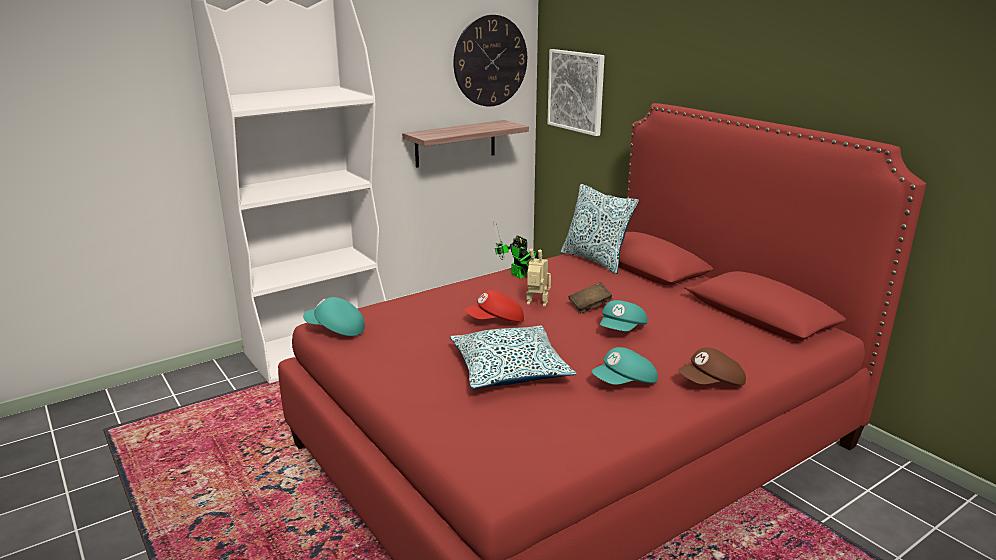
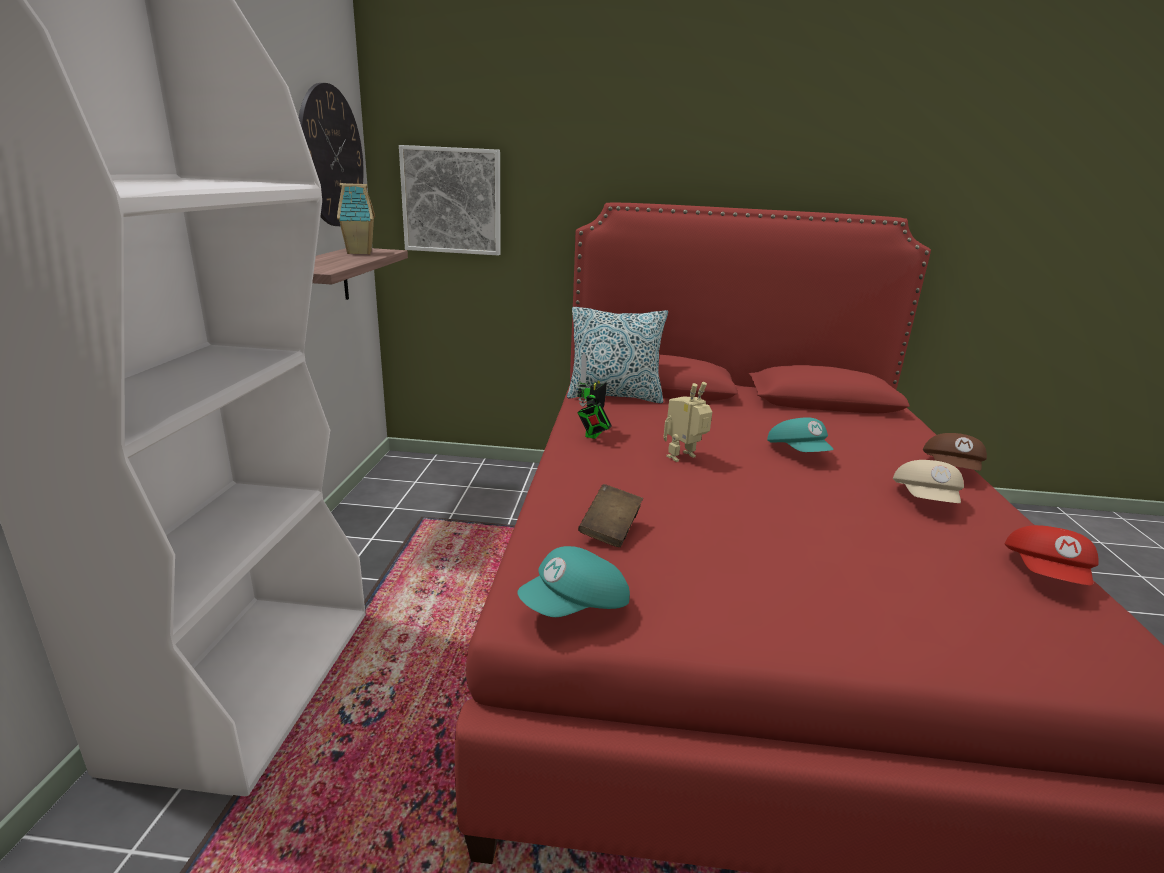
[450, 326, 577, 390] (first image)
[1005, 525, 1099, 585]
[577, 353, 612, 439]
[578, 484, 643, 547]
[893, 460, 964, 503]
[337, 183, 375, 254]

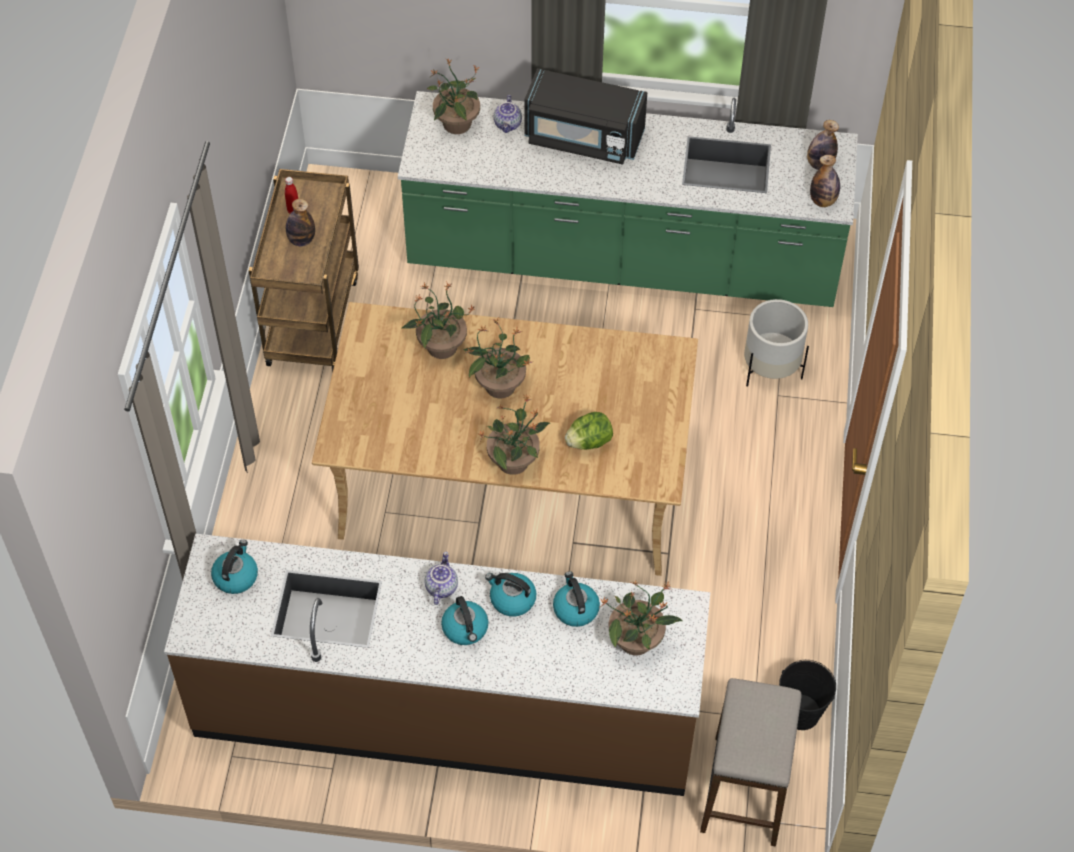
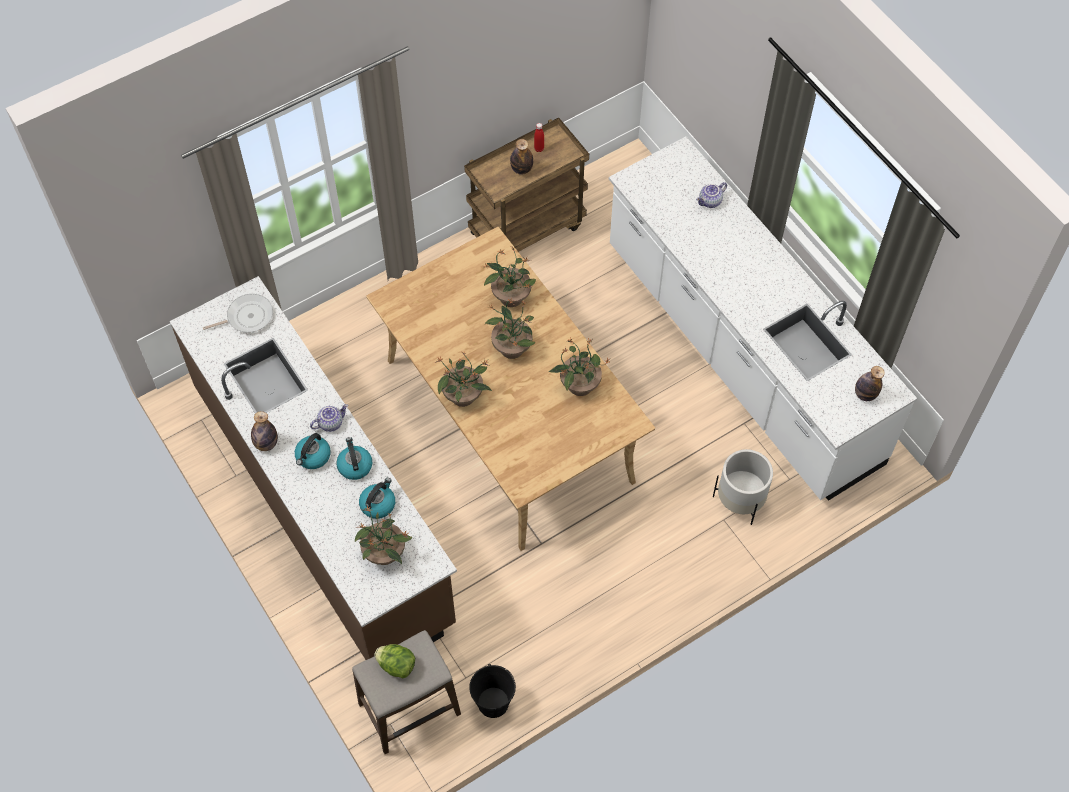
[203, 294, 273, 333]
[609, 137, 917, 501]
[549, 338, 609, 396]
[524, 68, 647, 165] (first image)
[374, 644, 415, 678]
[251, 411, 278, 451]

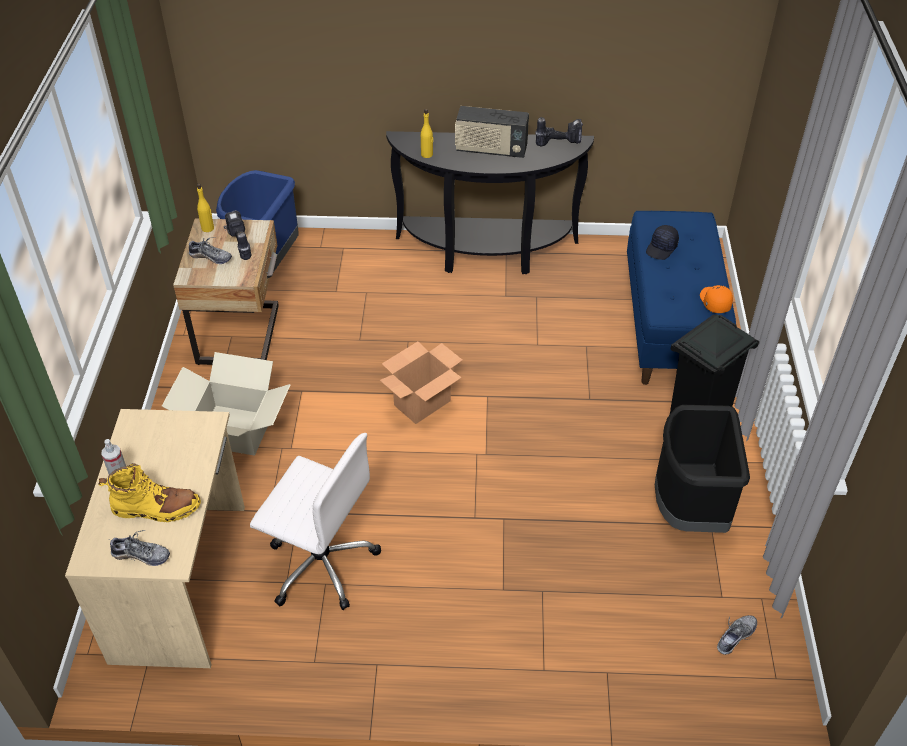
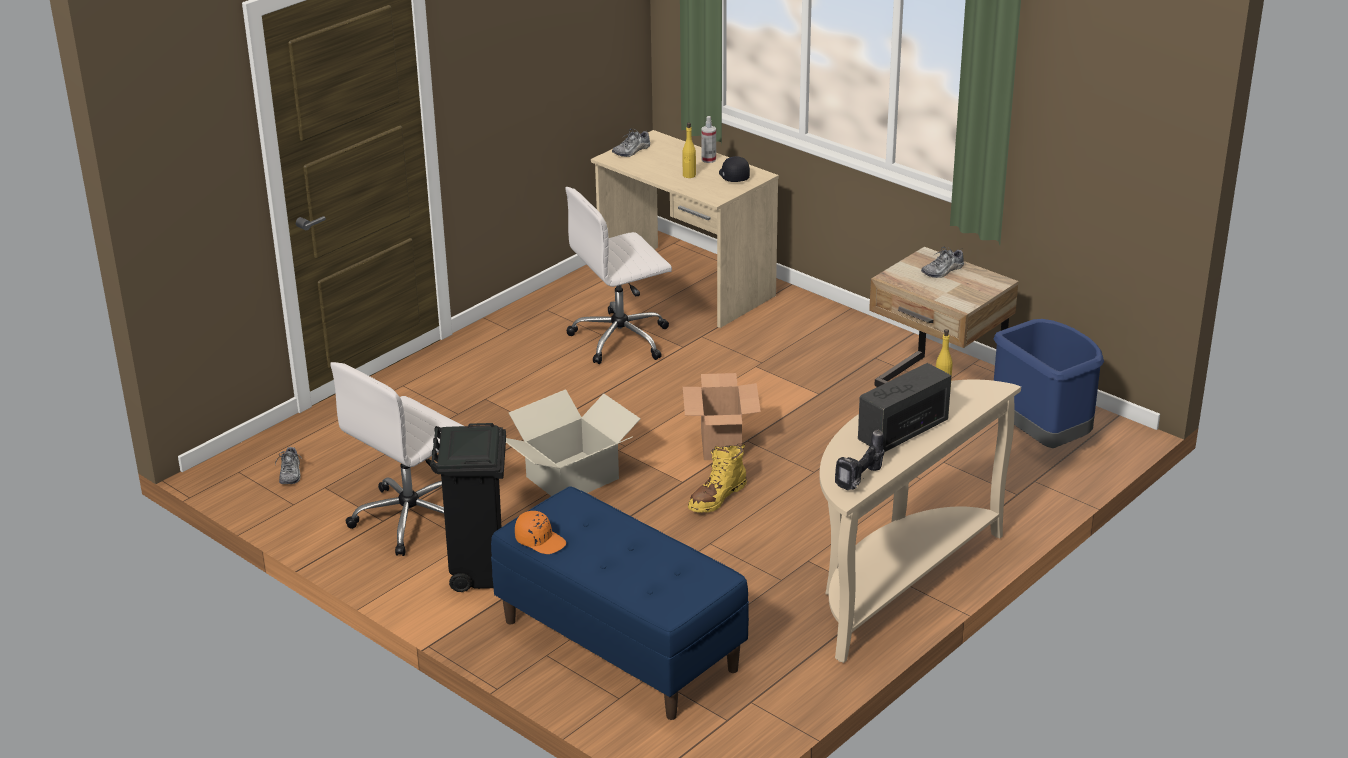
[688, 443, 747, 513]
[506, 389, 640, 496]
[682, 123, 696, 178]
[223, 210, 252, 260] (first image)
[819, 380, 1021, 663]
[719, 156, 750, 182]
[330, 362, 463, 556]

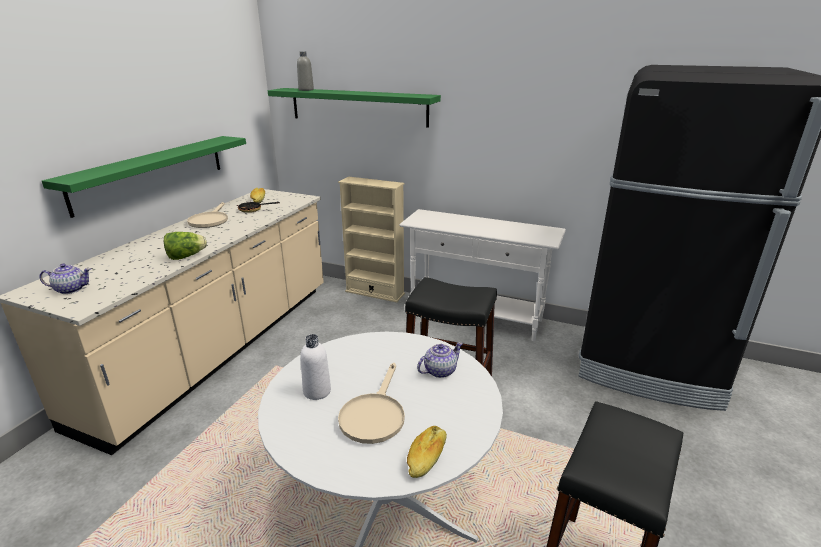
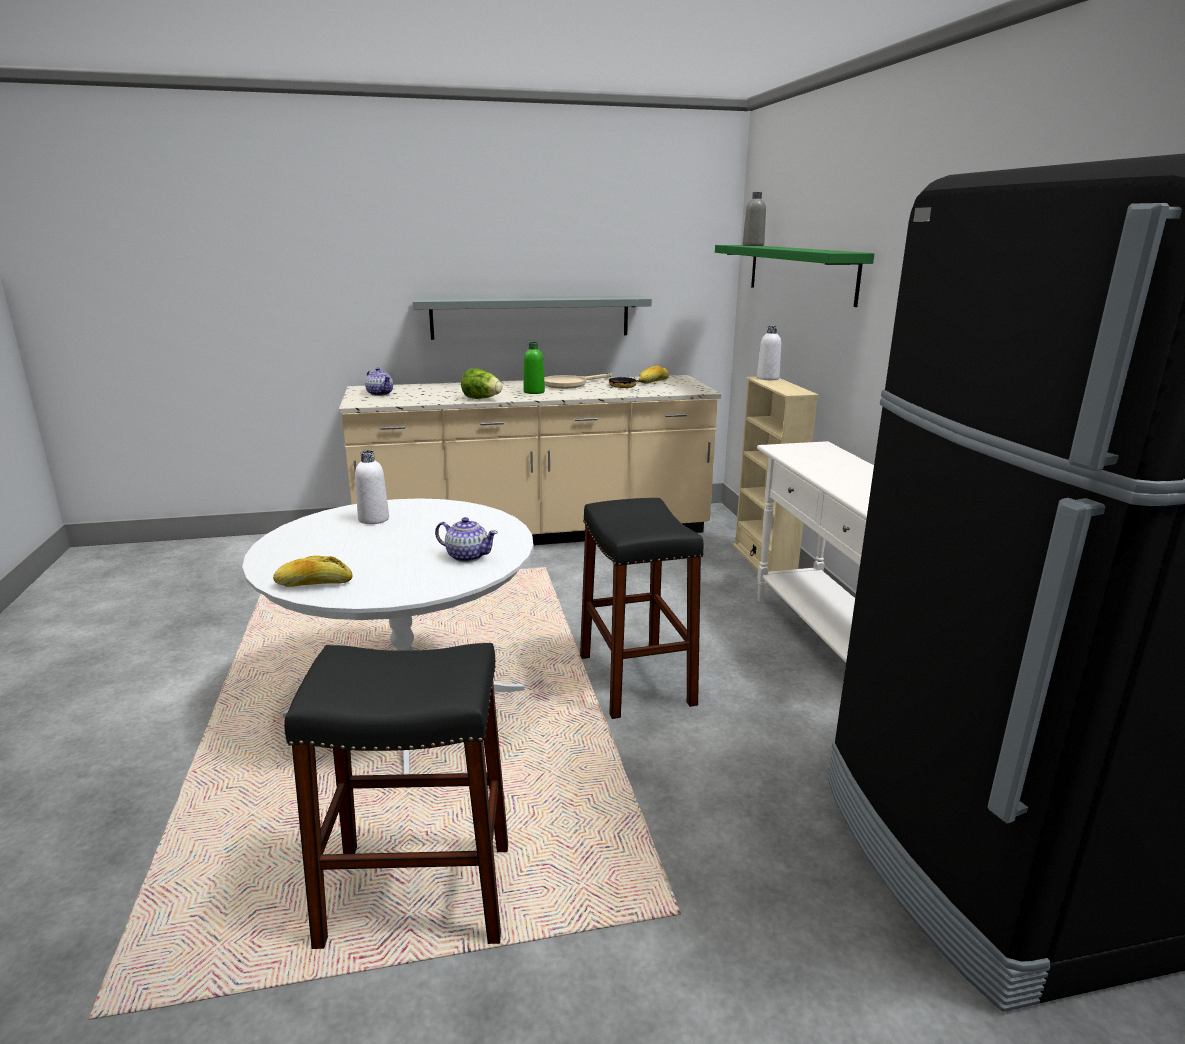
[413, 296, 652, 340]
[338, 363, 405, 444] (first image)
[524, 342, 545, 394]
[757, 326, 781, 380]

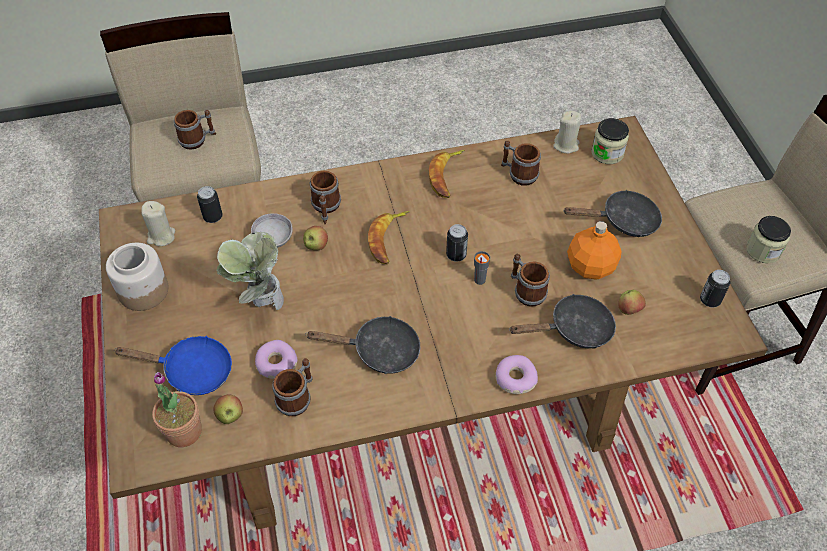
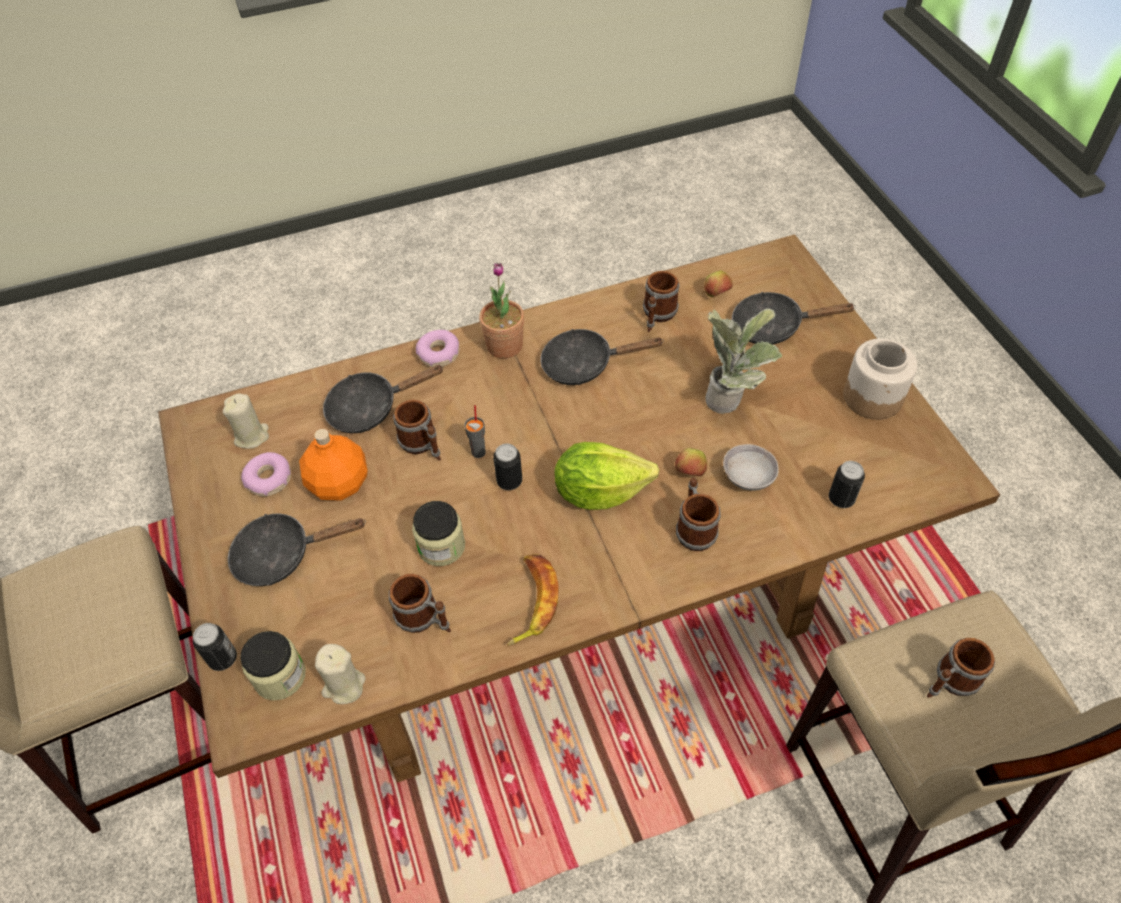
[732, 292, 856, 345]
[223, 393, 269, 449]
[479, 262, 524, 359]
[241, 452, 291, 496]
[554, 442, 659, 510]
[618, 290, 646, 315] (first image)
[193, 623, 237, 671]
[412, 501, 465, 566]

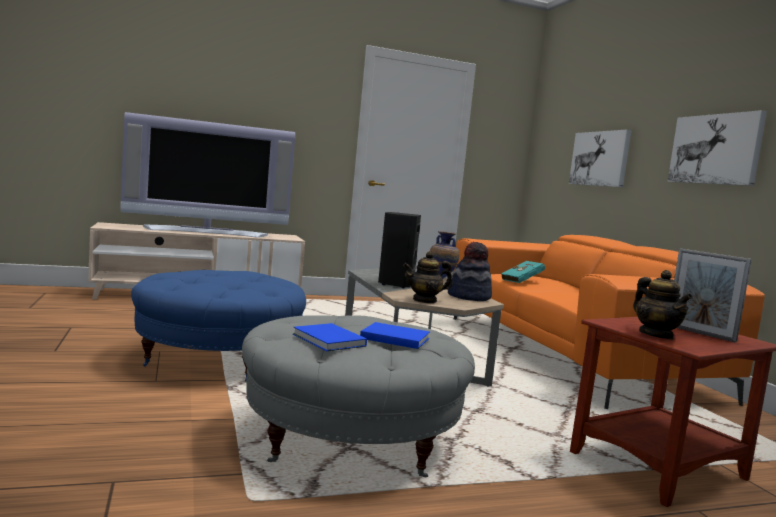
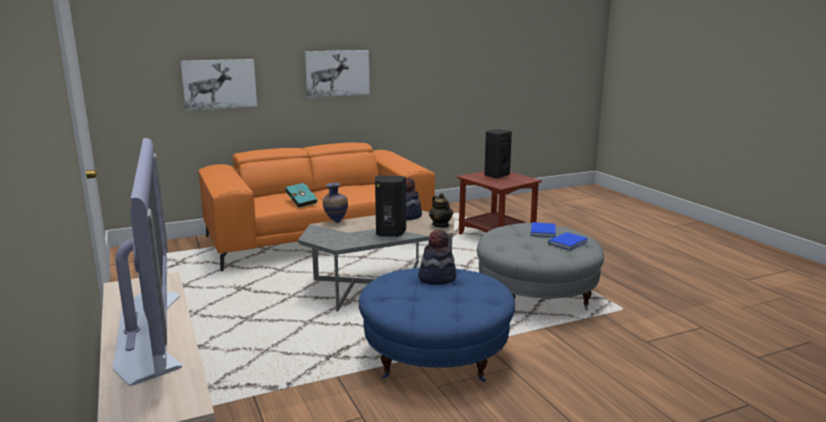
[633, 270, 693, 339] (first image)
[484, 129, 512, 178]
[418, 230, 457, 285]

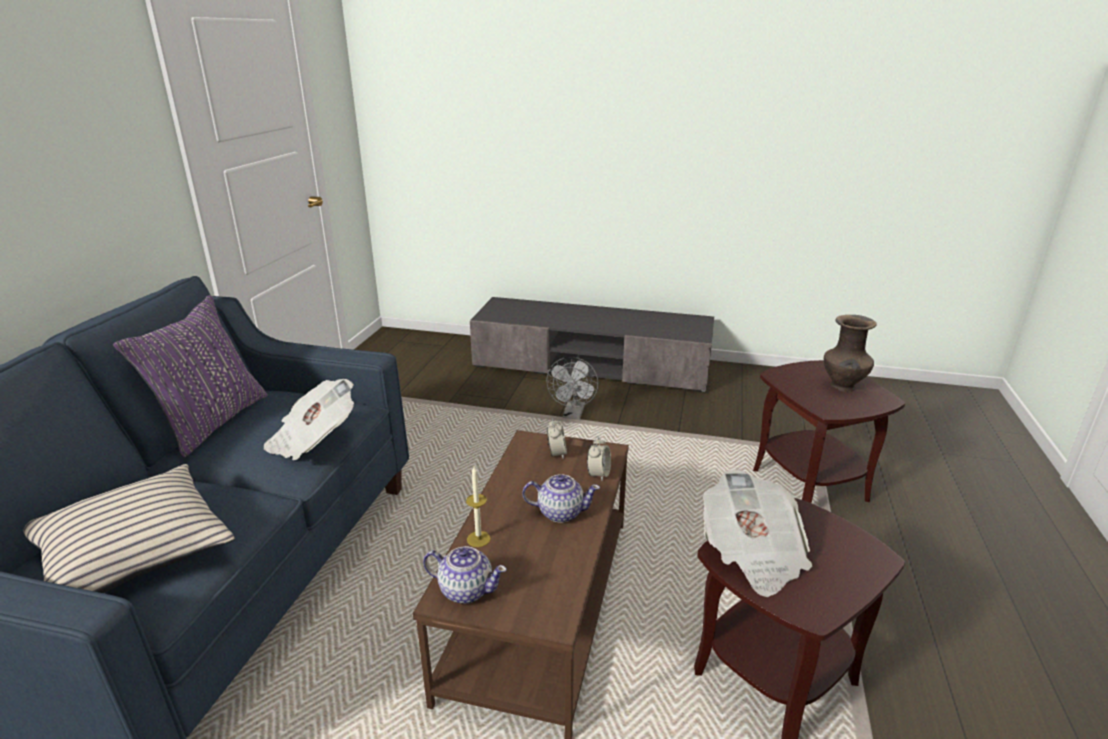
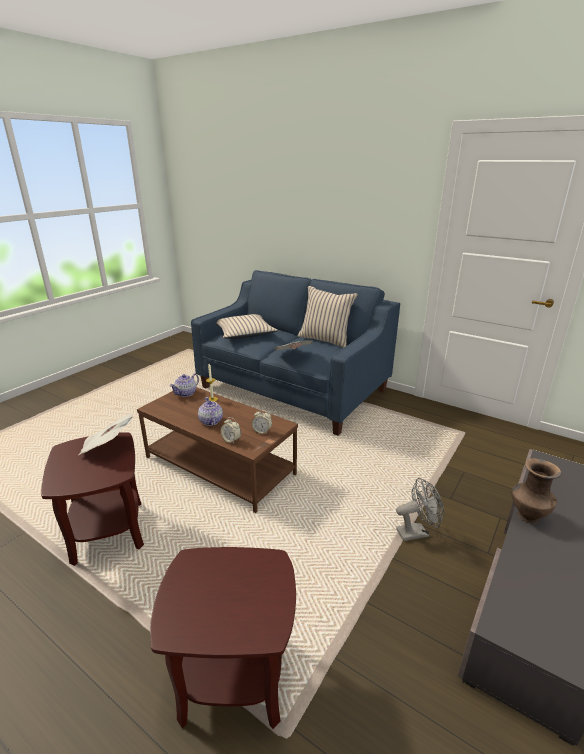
[298, 286, 358, 348]
[198, 397, 223, 426]
[396, 478, 444, 541]
[511, 458, 561, 524]

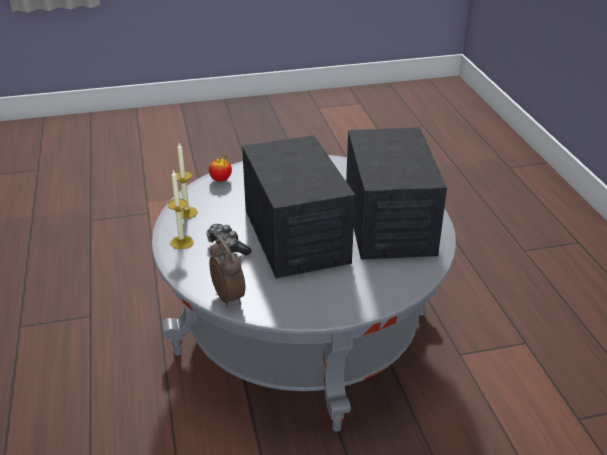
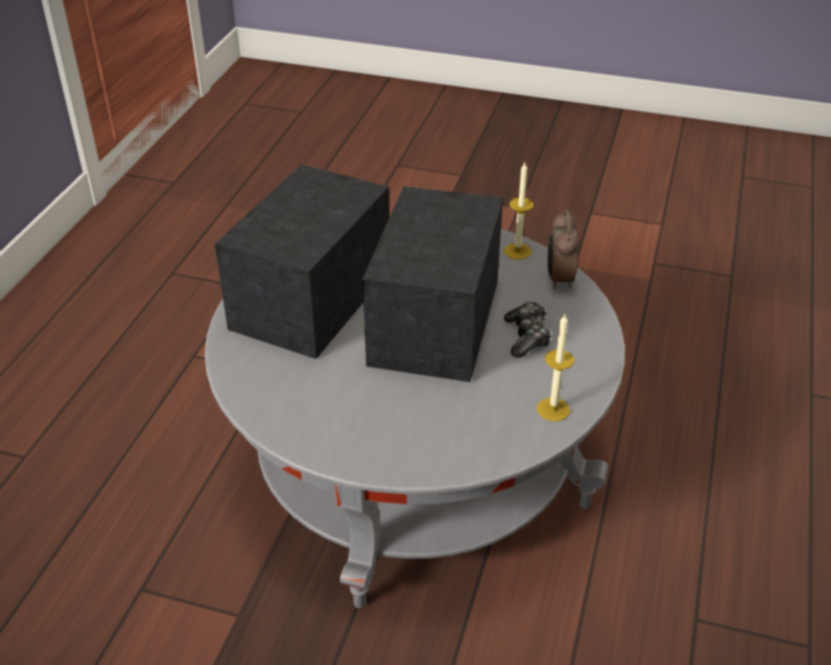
[504, 163, 534, 260]
[209, 155, 232, 182] (first image)

